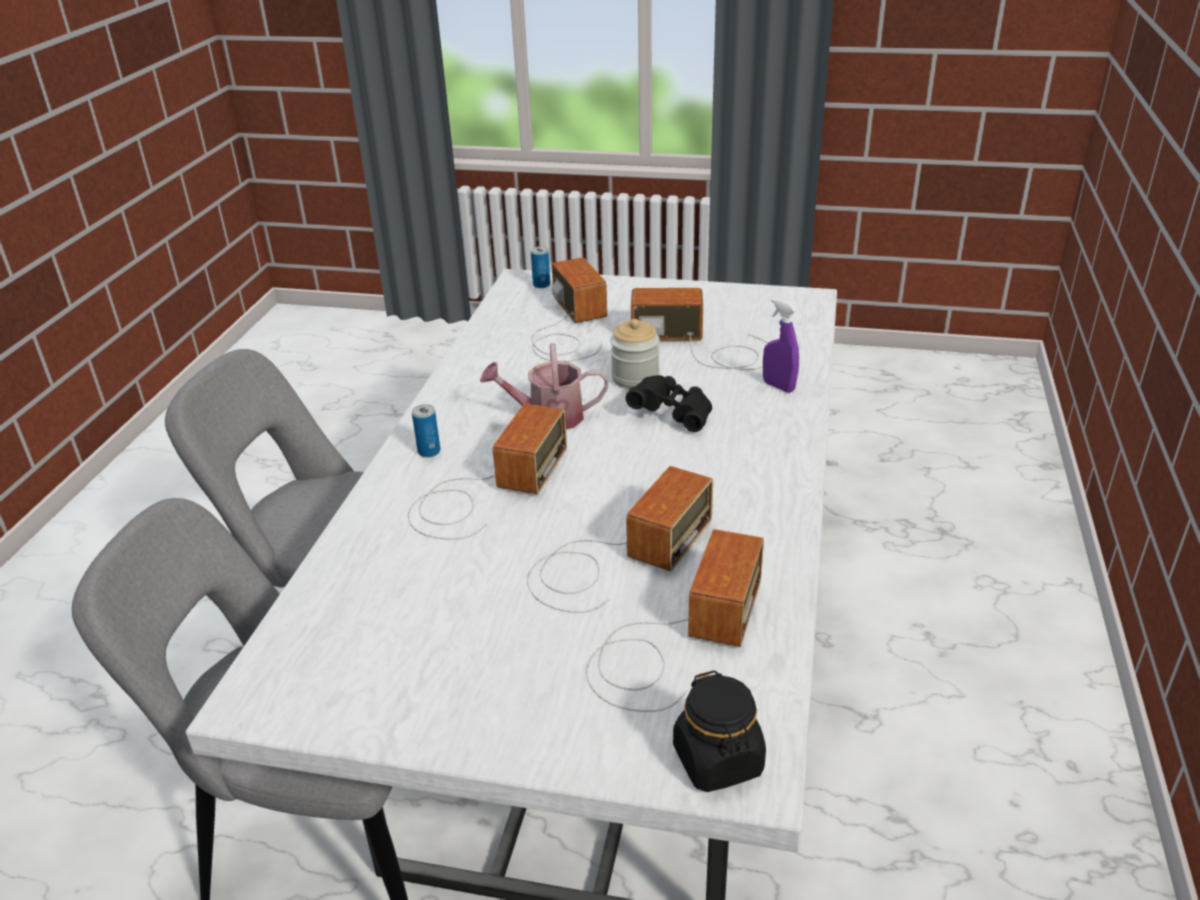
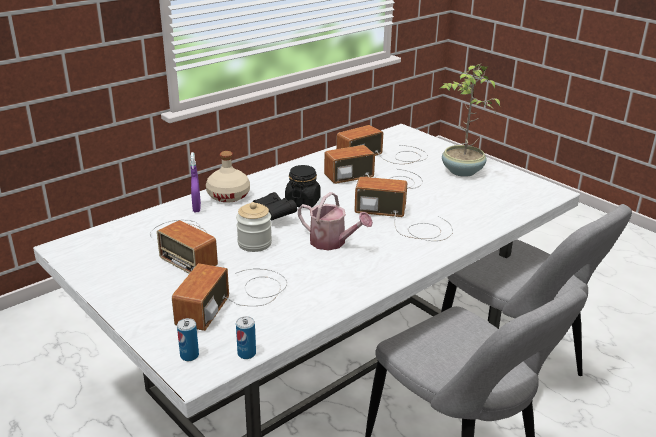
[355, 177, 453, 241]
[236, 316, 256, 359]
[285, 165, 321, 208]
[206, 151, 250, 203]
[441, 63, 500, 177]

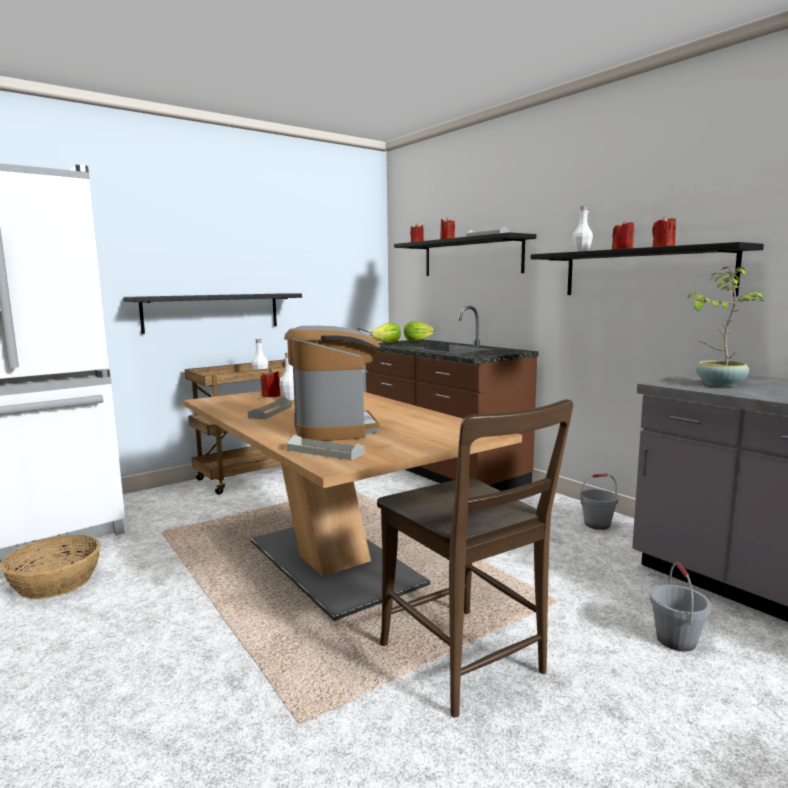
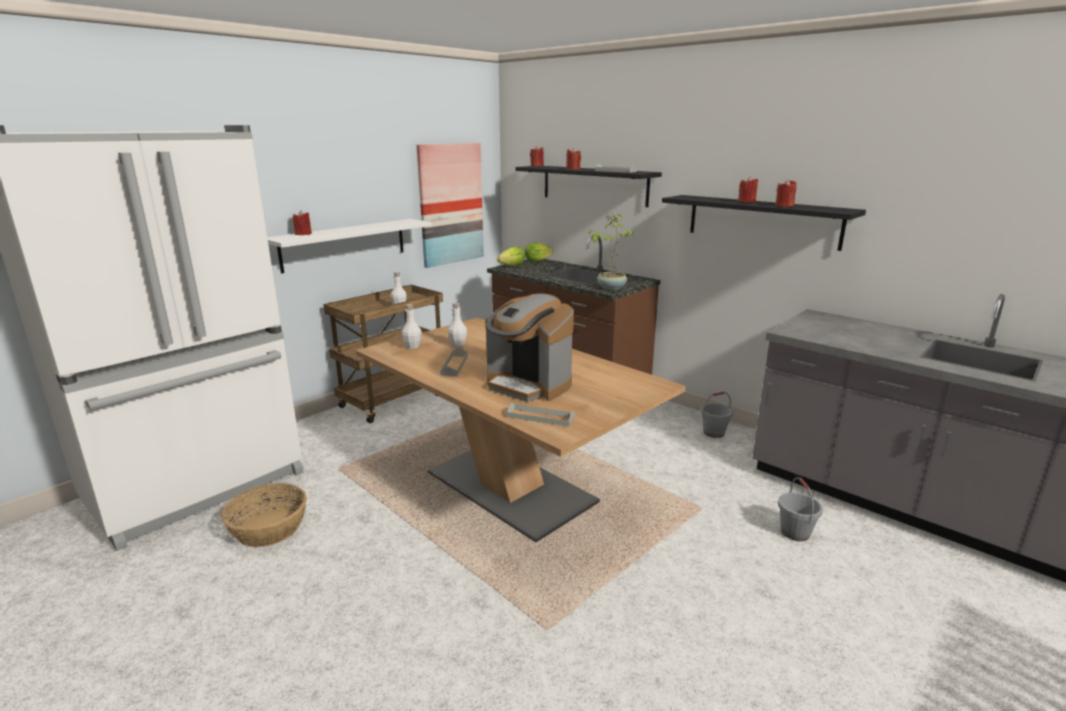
[267, 219, 432, 274]
[293, 211, 312, 235]
[485, 293, 574, 402]
[377, 399, 573, 718] (first image)
[401, 304, 422, 349]
[589, 213, 633, 290]
[417, 143, 484, 268]

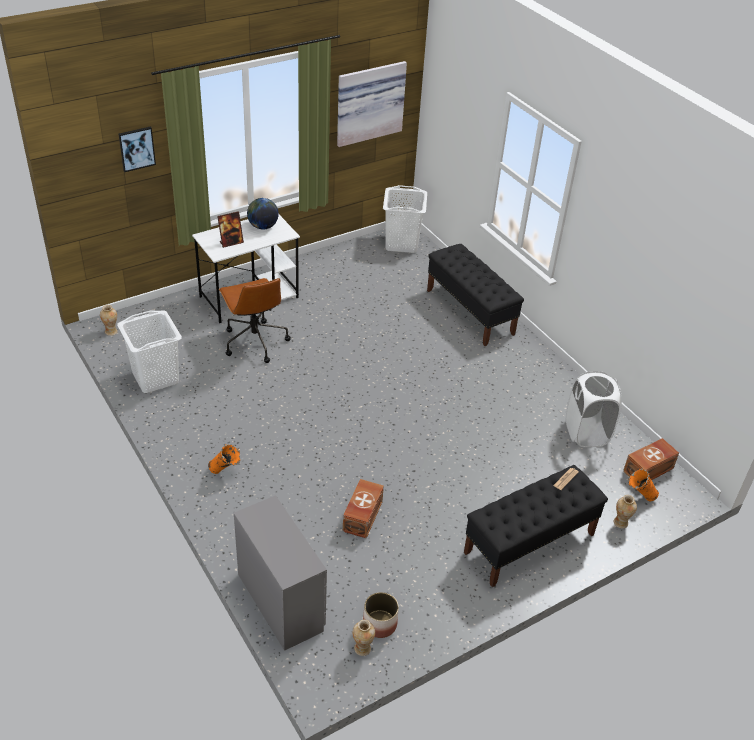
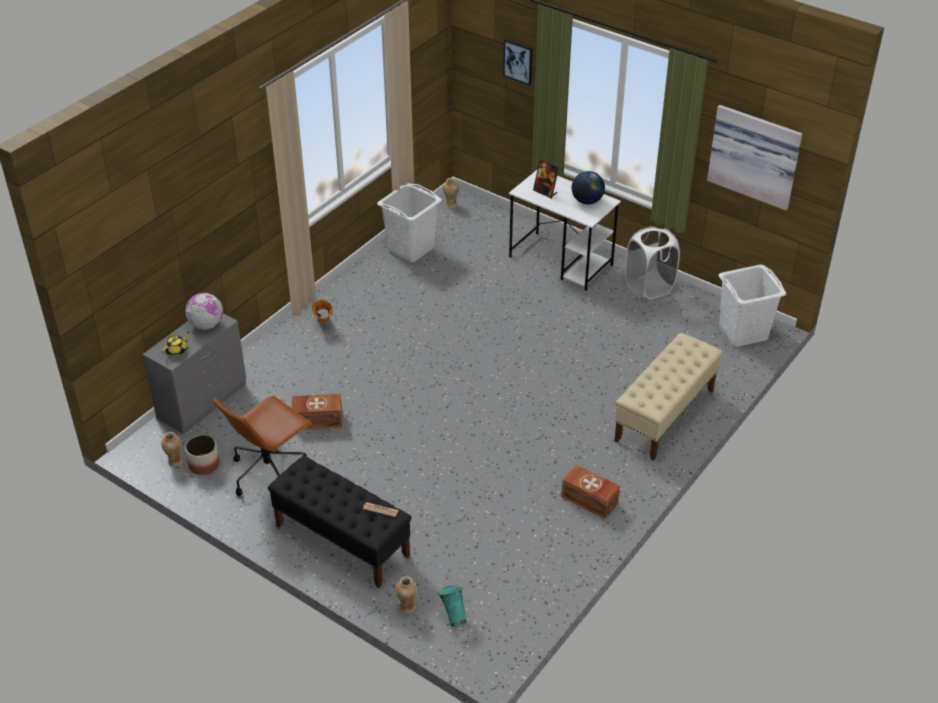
[214, 396, 313, 496]
[614, 333, 723, 461]
[625, 226, 680, 299]
[561, 465, 620, 519]
[436, 585, 467, 627]
[162, 331, 189, 356]
[185, 293, 223, 330]

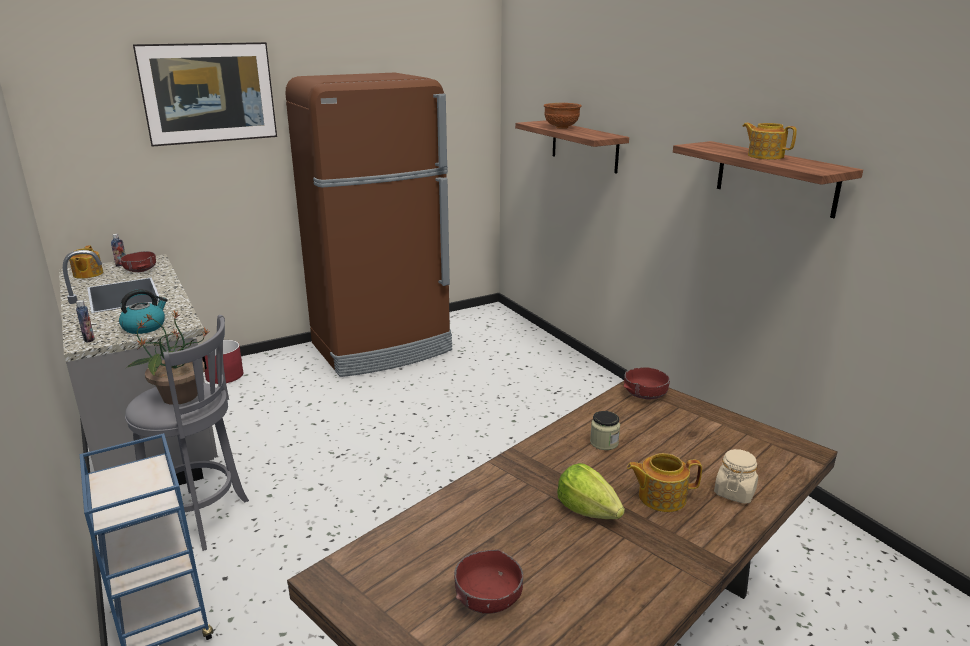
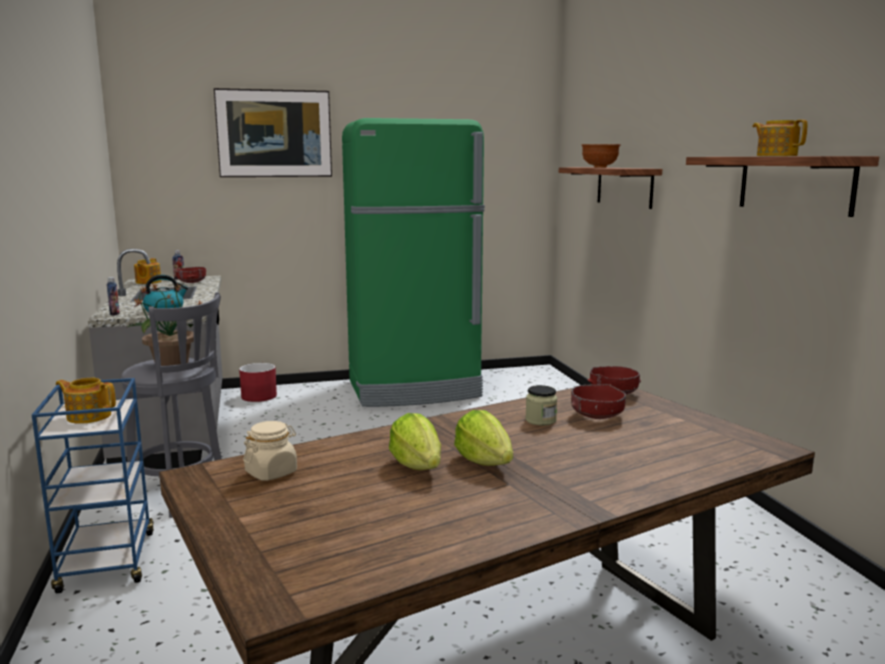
[342, 118, 485, 407]
[571, 384, 626, 419]
[56, 378, 116, 424]
[243, 421, 297, 481]
[389, 413, 441, 470]

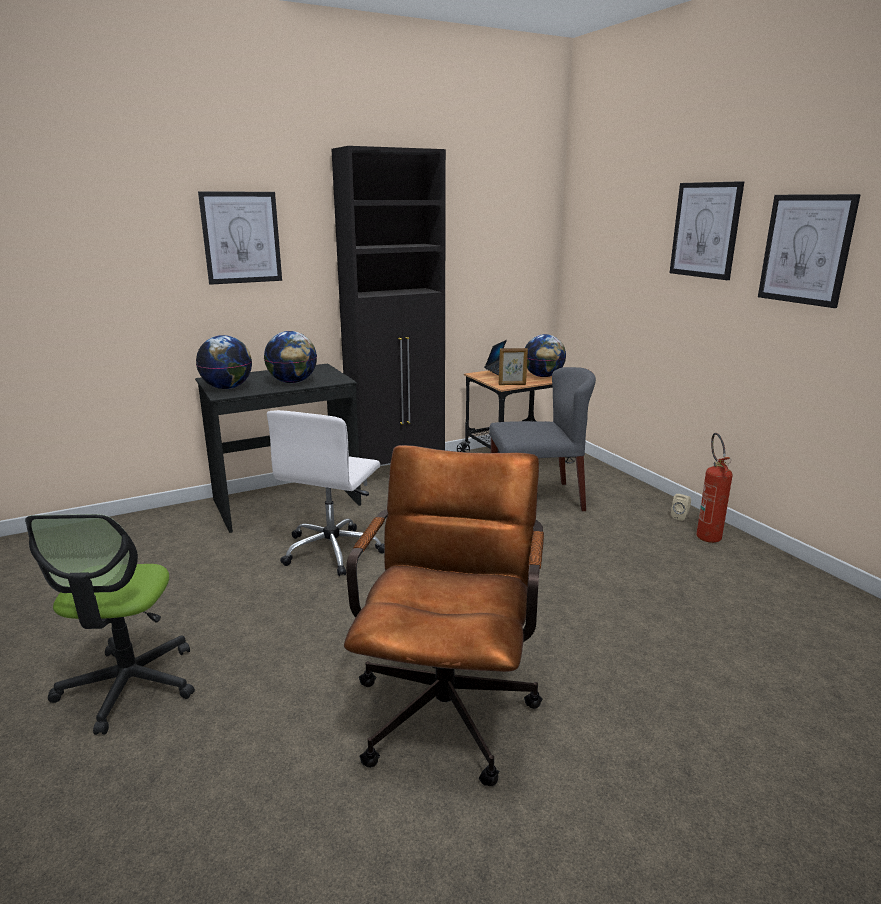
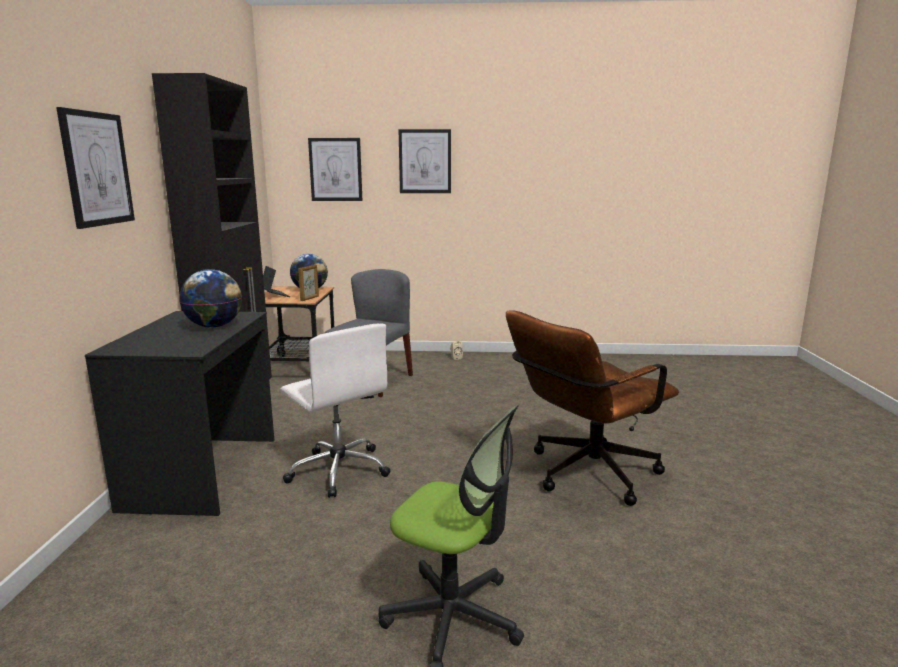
[196, 335, 252, 389] (first image)
[506, 310, 679, 506]
[696, 433, 733, 543] (first image)
[308, 138, 362, 201]

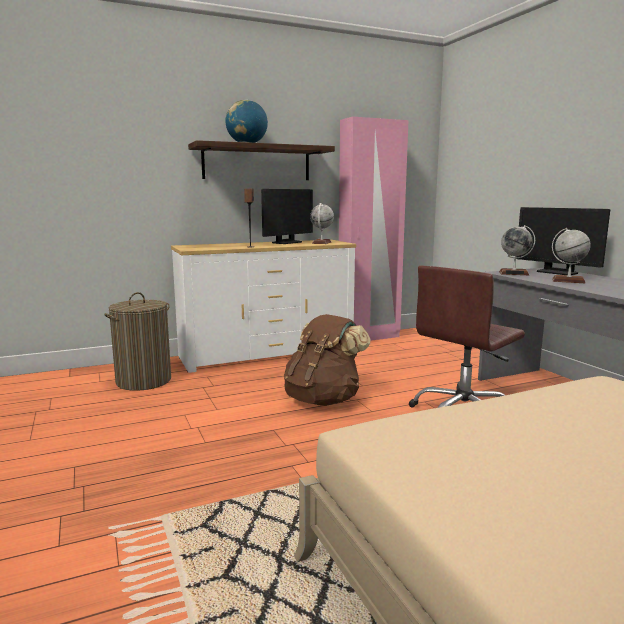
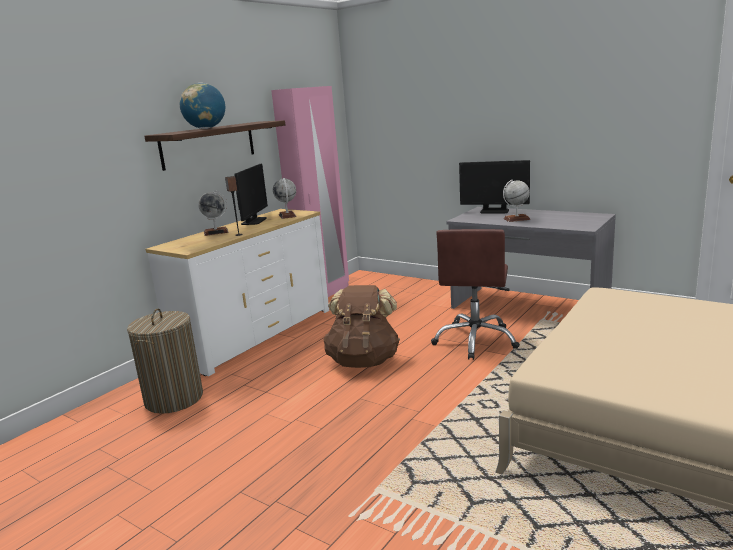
[198, 190, 229, 236]

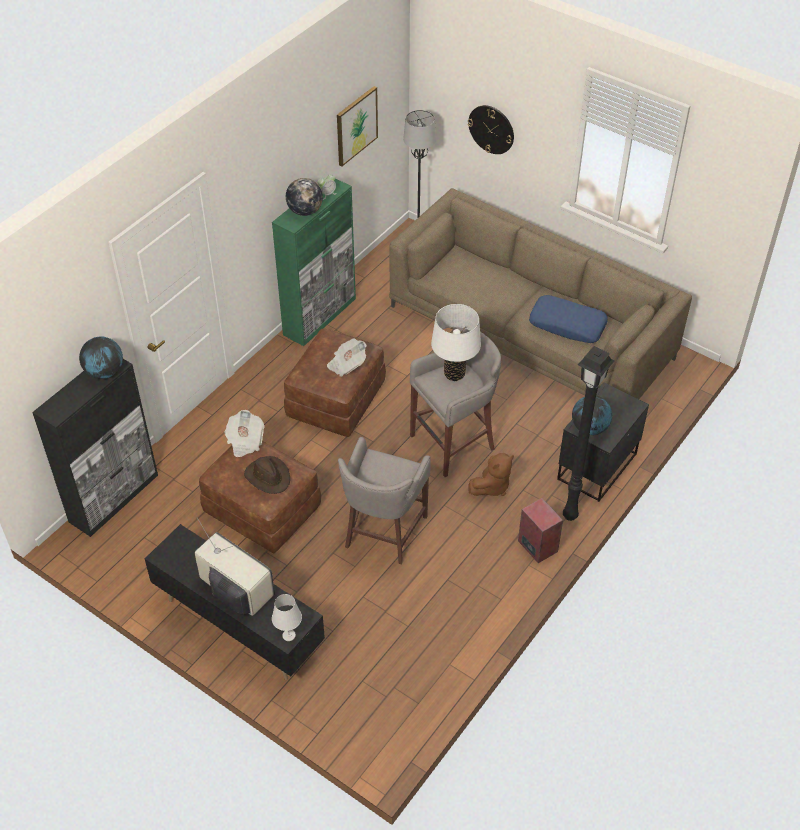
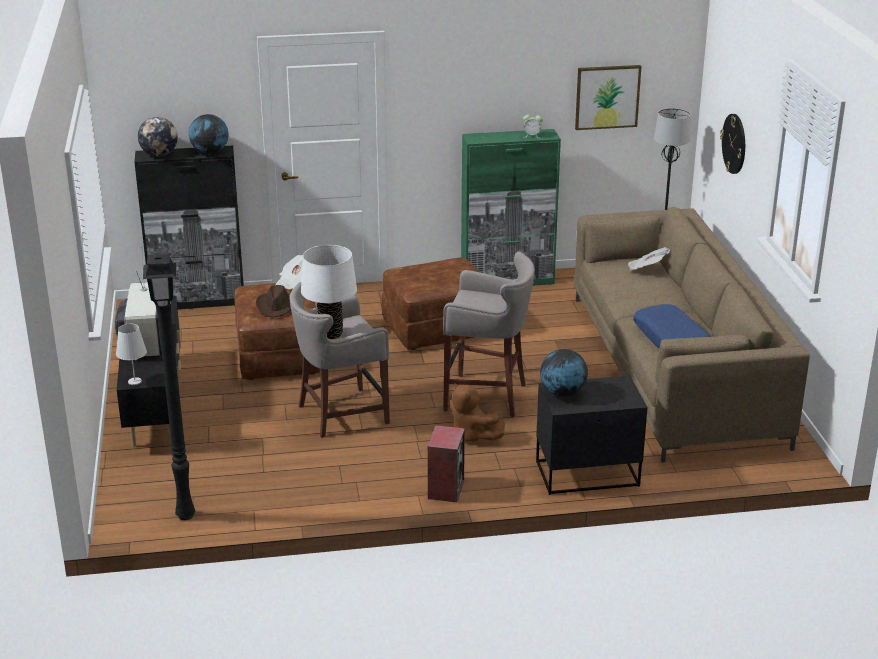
[138, 117, 178, 157]
[628, 247, 670, 271]
[301, 245, 357, 339]
[450, 383, 505, 442]
[143, 254, 195, 520]

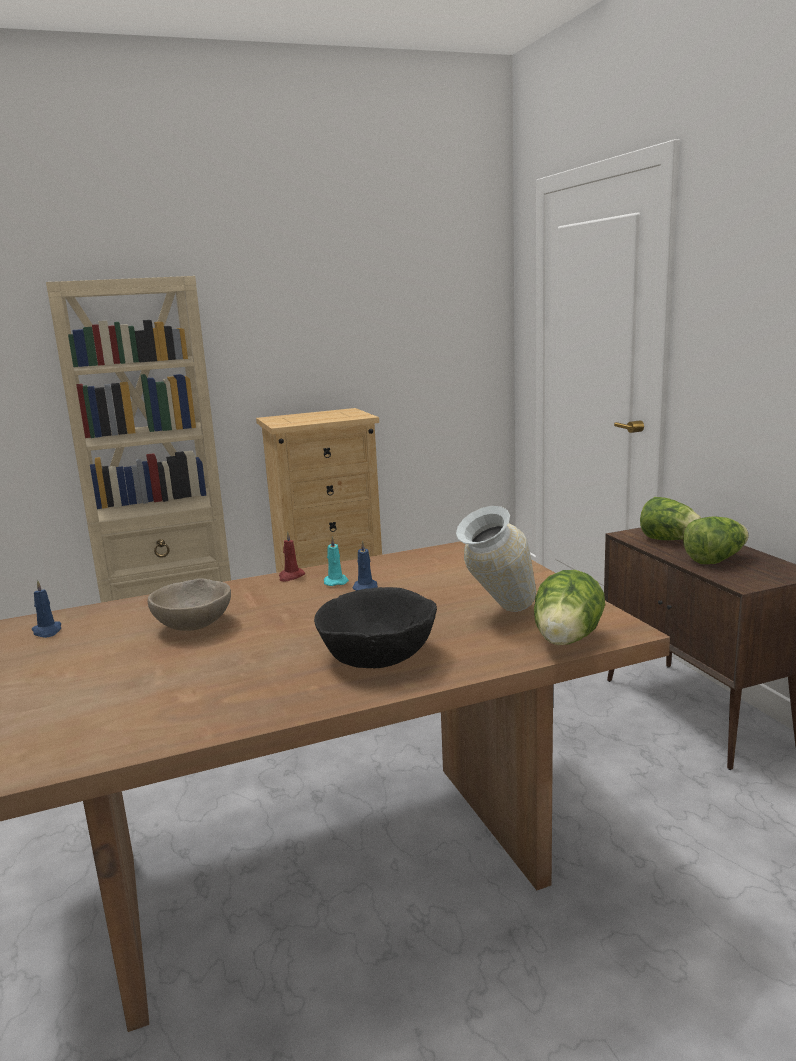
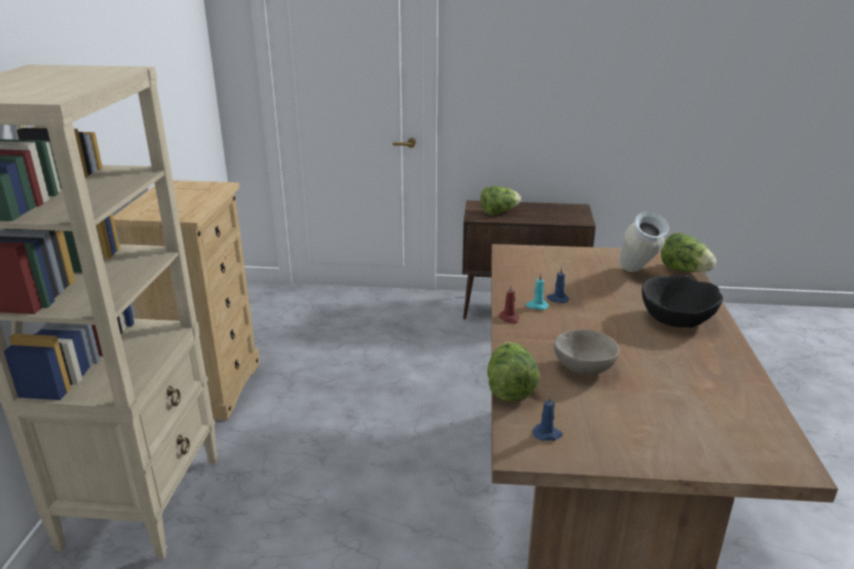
[487, 342, 540, 402]

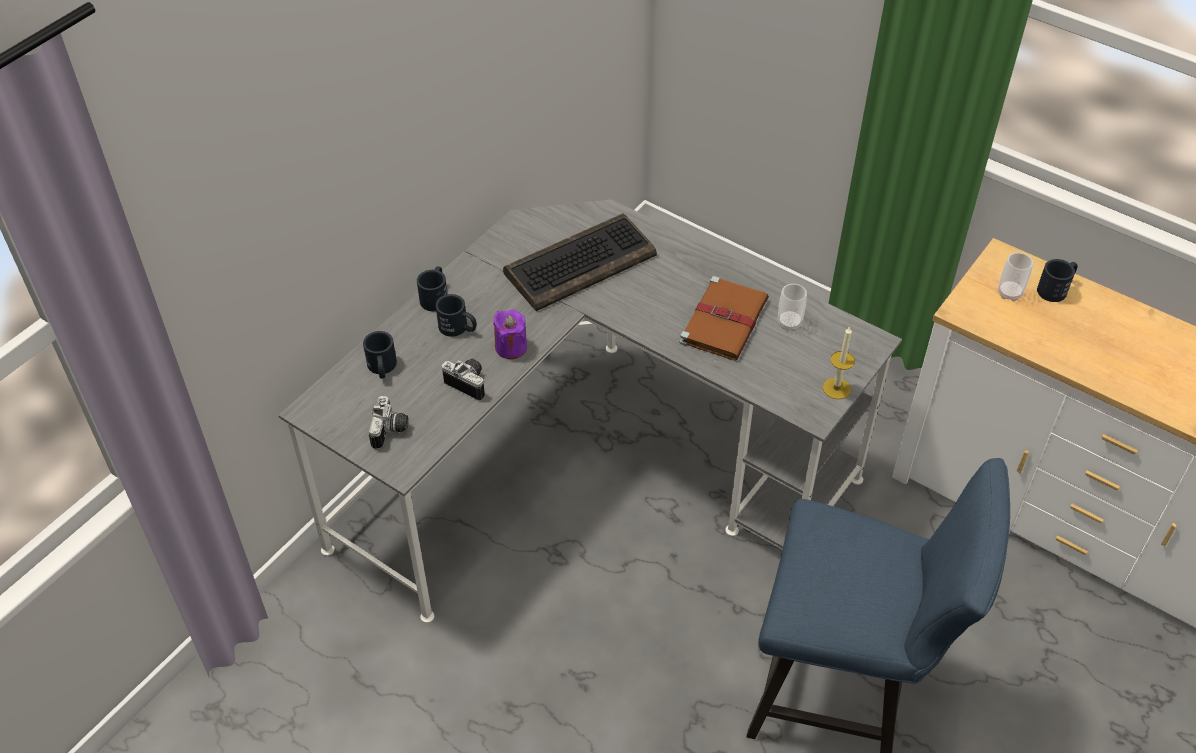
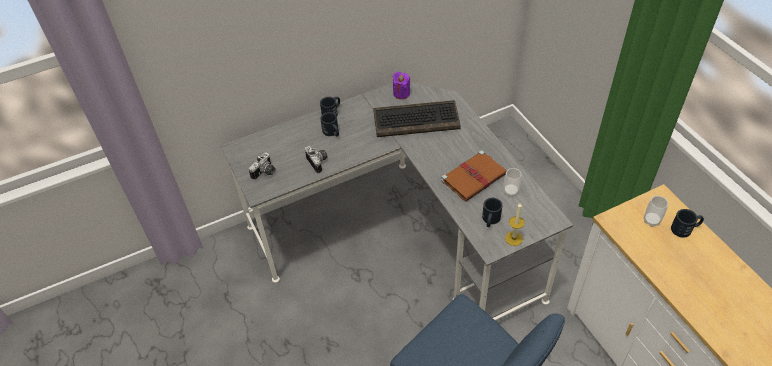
[482, 198, 503, 227]
[393, 72, 410, 99]

